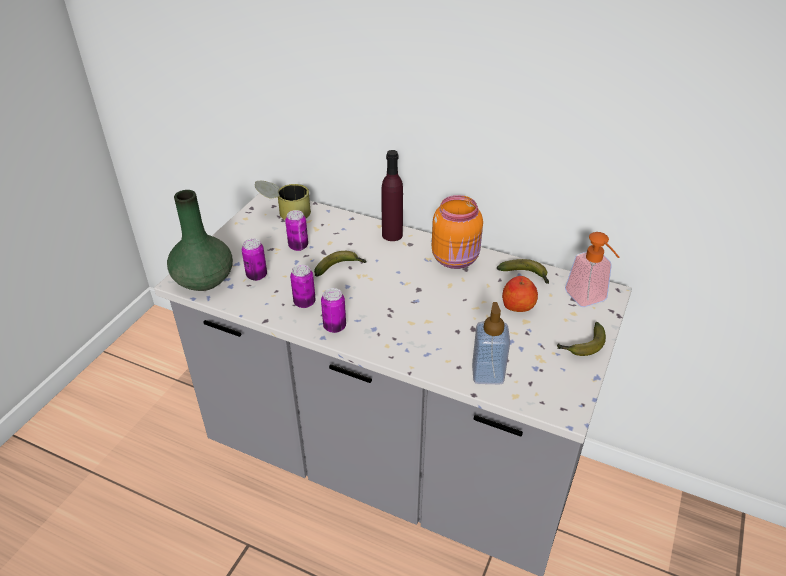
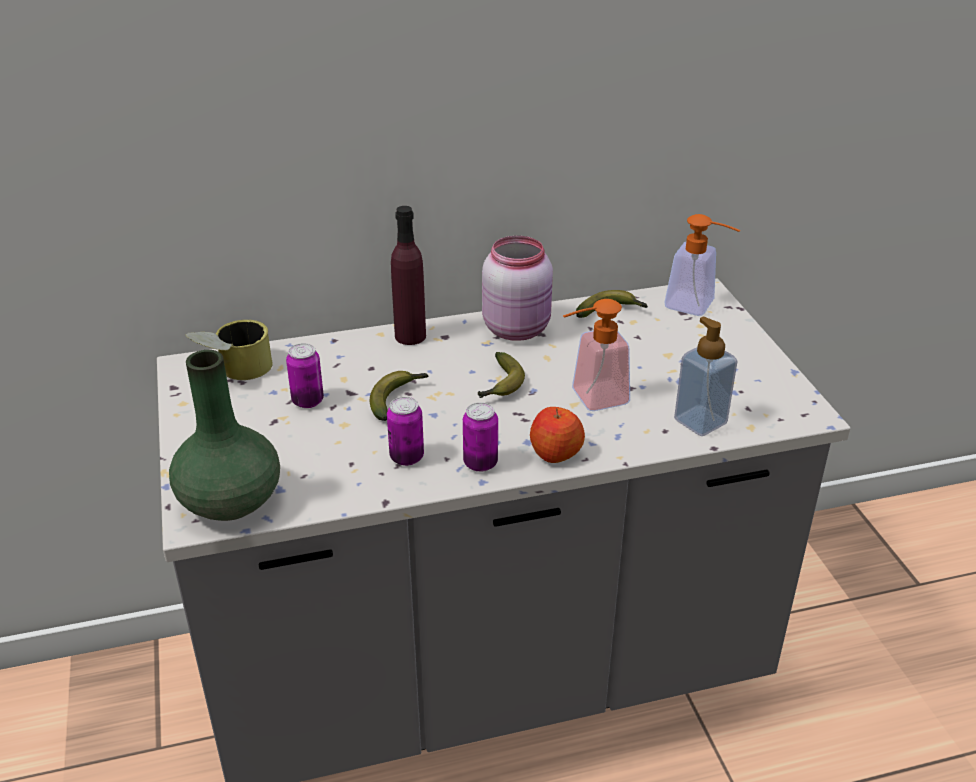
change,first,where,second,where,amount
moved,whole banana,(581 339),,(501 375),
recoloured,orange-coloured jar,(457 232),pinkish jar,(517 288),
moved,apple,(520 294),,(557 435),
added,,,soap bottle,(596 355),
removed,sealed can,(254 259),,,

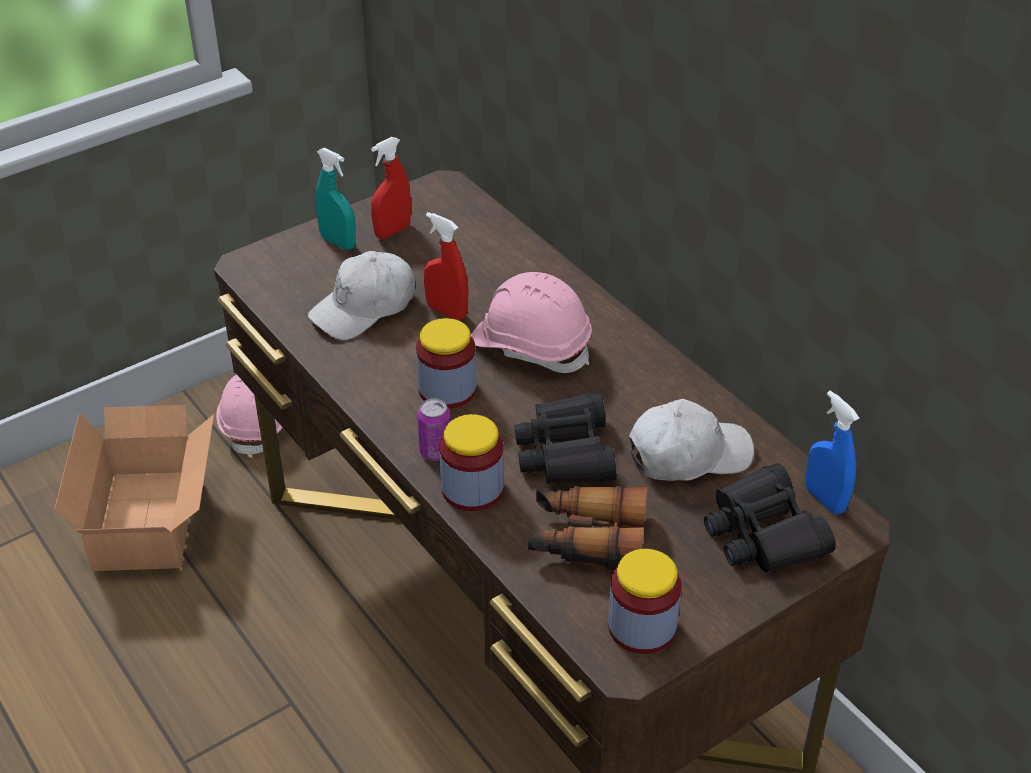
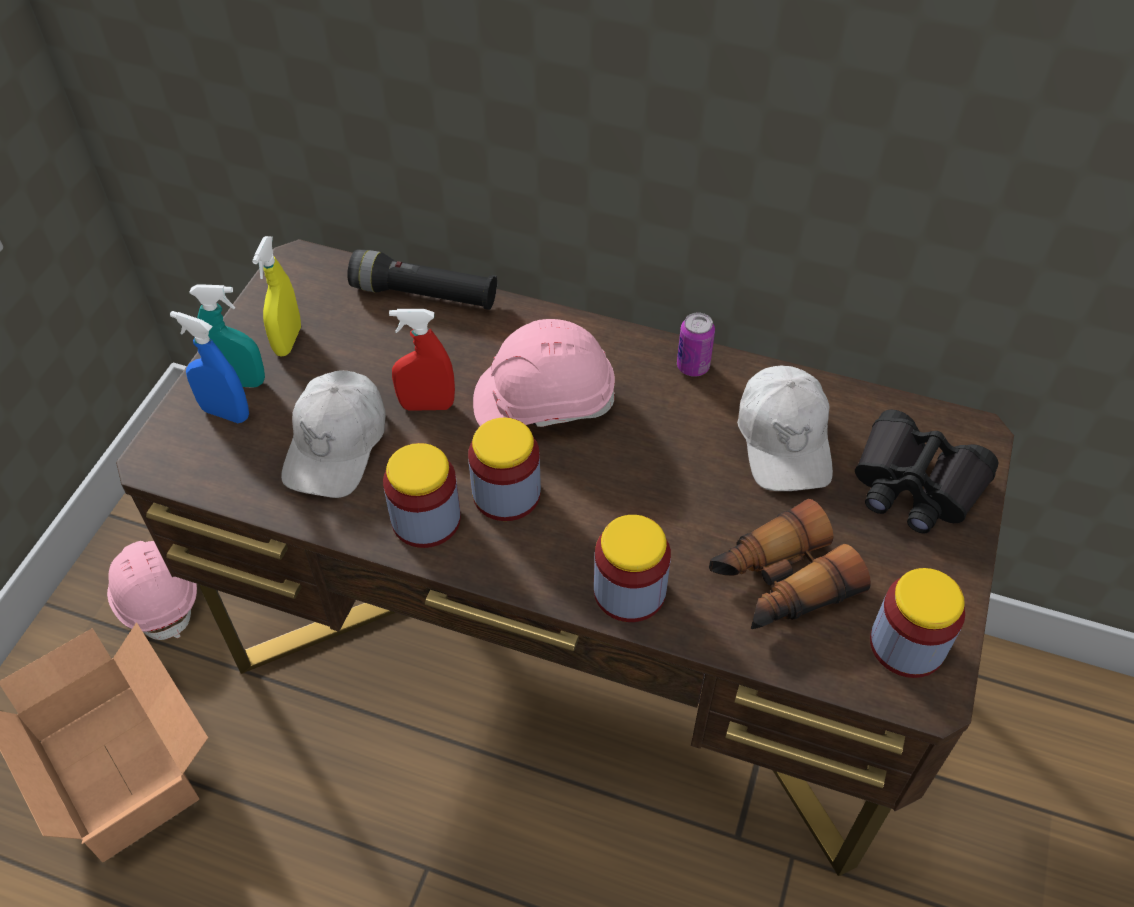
change,first,where,second,where,amount
moved,bluish hand sprayer,(832 452),,(209 367),
recoloured,red hand sprayer,(391 188),yellow hand sprayer,(276 296),
added,,,black torch,(422 280),
added,,,jar,(422 495),
moved,sealed can,(434 429),,(696 344),
turned,whitish peaked cap,(691 440),,(785 428),135 degrees clockwise
removed,black field glasses,(565 438),,,

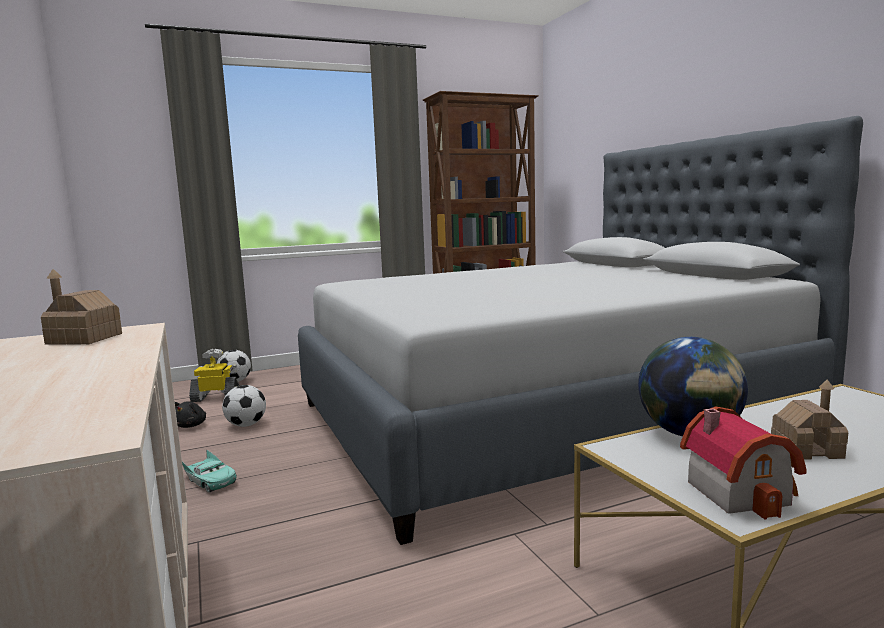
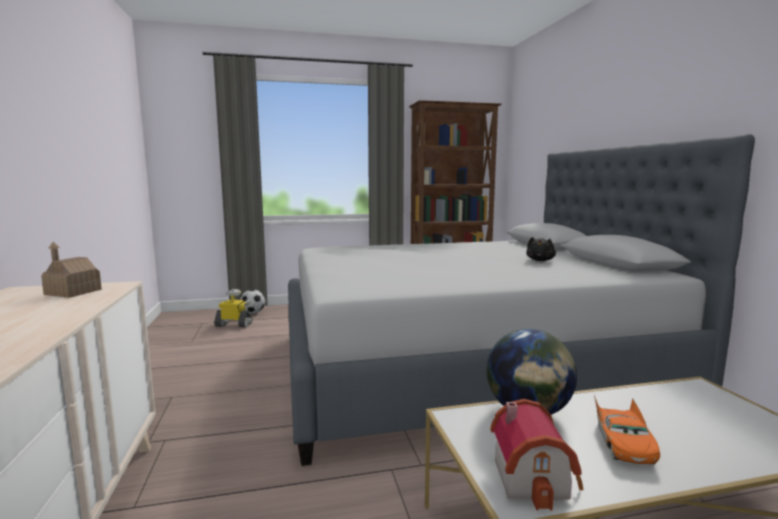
change,first,where,second,where,amount
moved,black plush toy,(190 414),,(541 249),
replaced,miniature house,(809 419),orange-coloured model car,(627 429),
removed,turquoise model car,(209 471),,,
removed,football,(244 406),,,

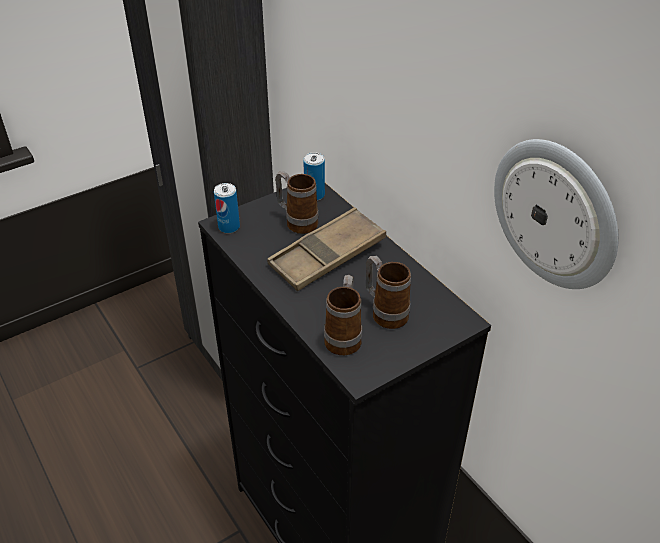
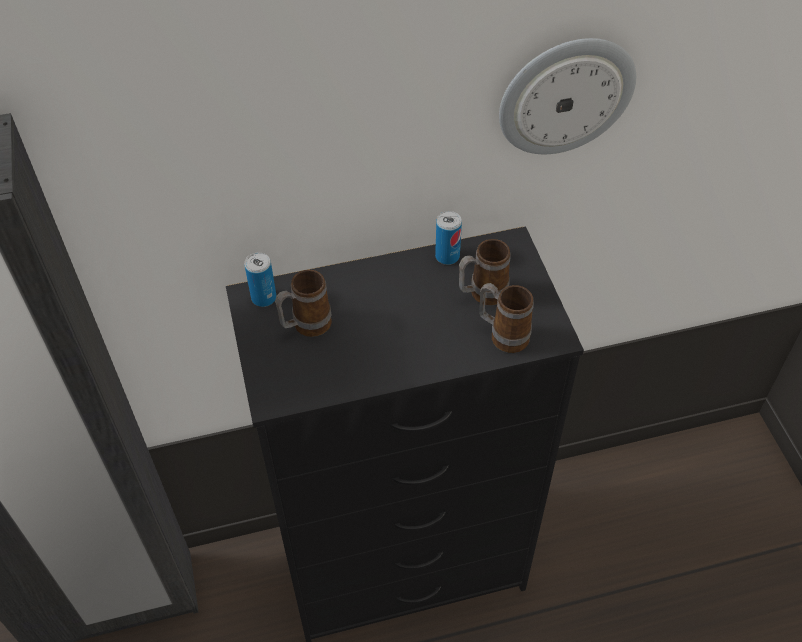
change,first,where,second,where,amount
moved,sealed can,(227 208),,(448 238),
removed,brown-coloured carrying tray,(326 249),,,

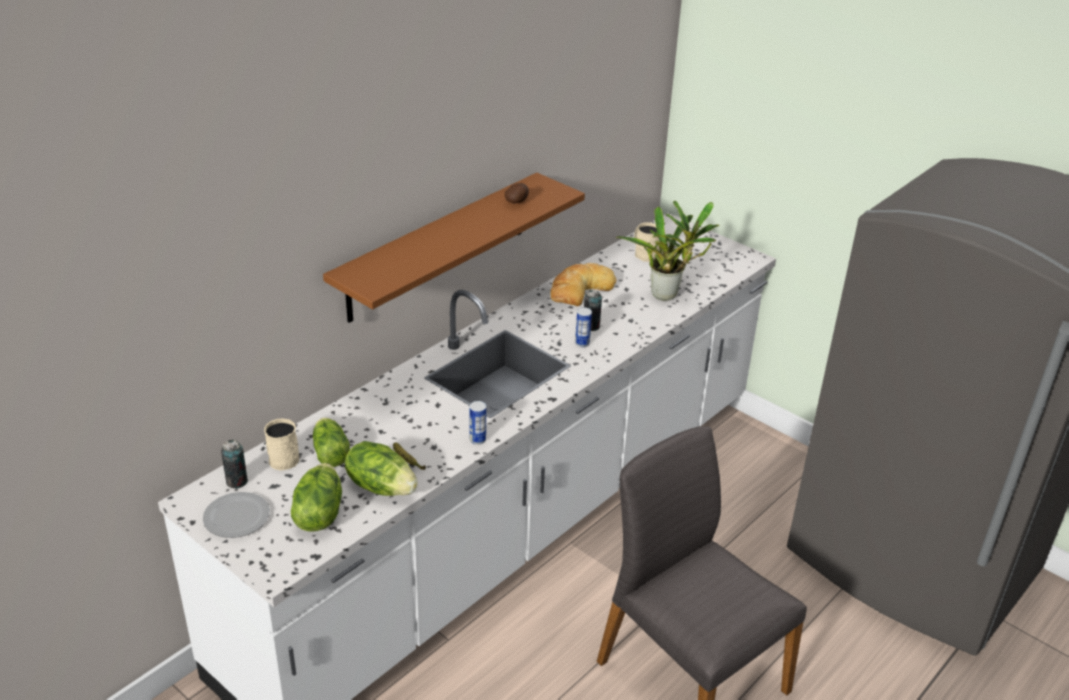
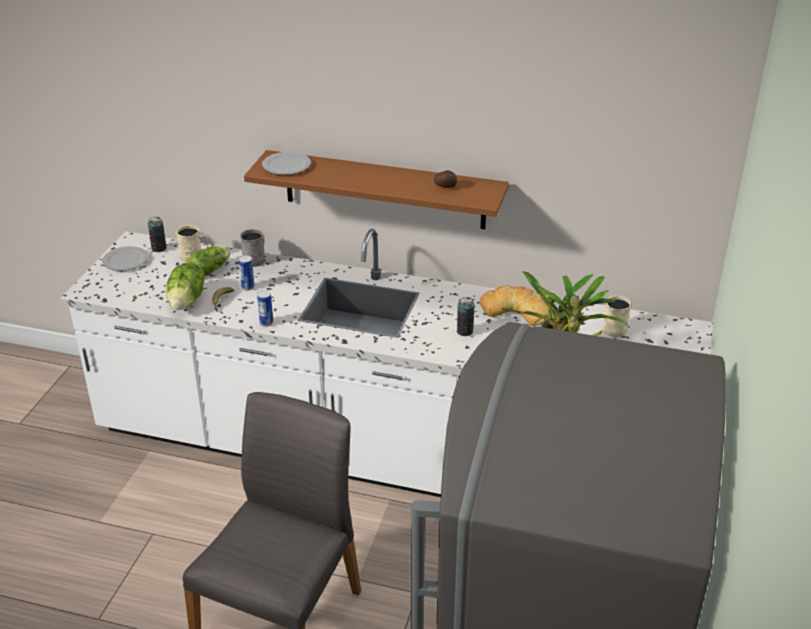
change,first,where,second,where,amount
moved,sealed can,(583 327),,(247 273),
added,,,grey mug,(252 248),
added,,,dinner plate,(286 163),
removed,lettuce head,(316 497),,,

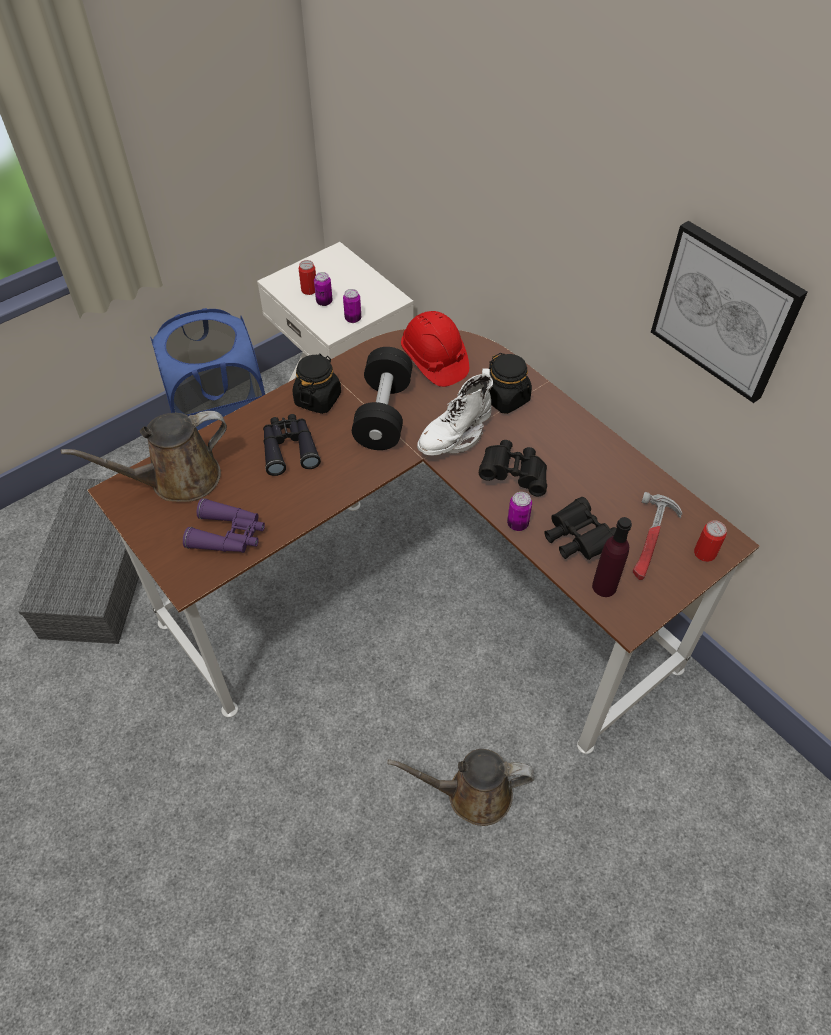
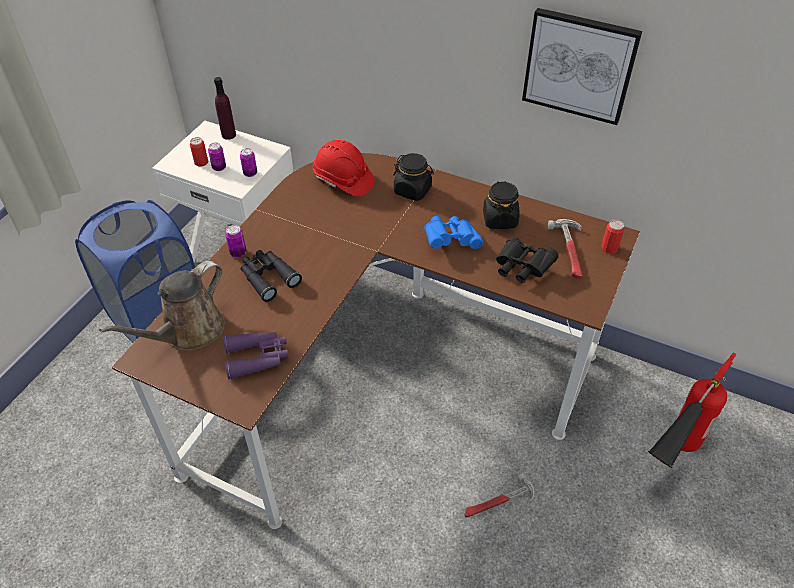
change,first,where,second,where,amount
moved,purple bottle,(612 557),,(225 108),
moved,sealed can,(519 511),,(235 241),
recoloured,black field glasses,(513 468),bluish field glasses,(453 232),
replaced,brown-coloured watering pot,(461 787),tool hammer,(500 495),
moved,black jar,(317 383),,(501 205),
added,,,fire extinguisher,(692 410),
removed,grey storage bin,(78 561),,,
removed,black dumbbell,(382 398),,,
removed,whitish boot,(455 412),,,

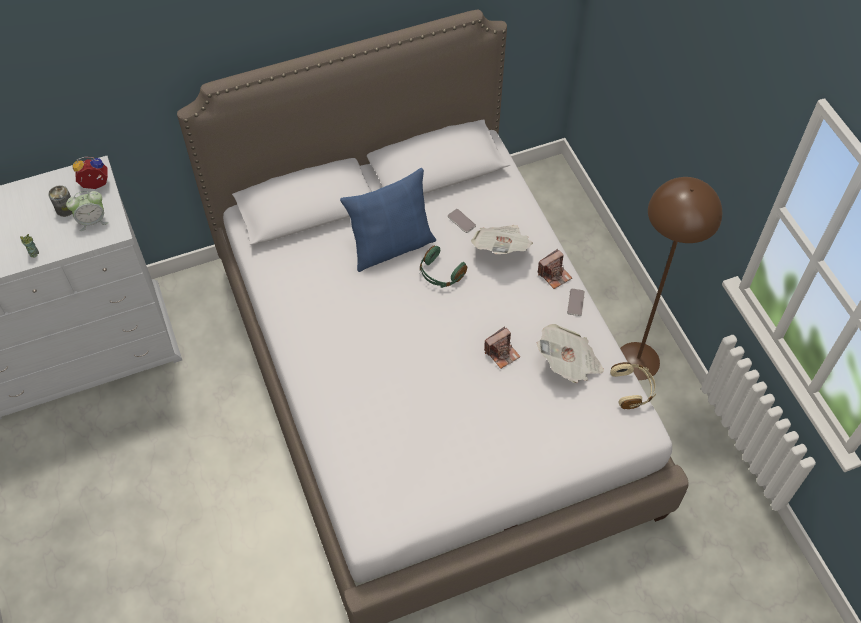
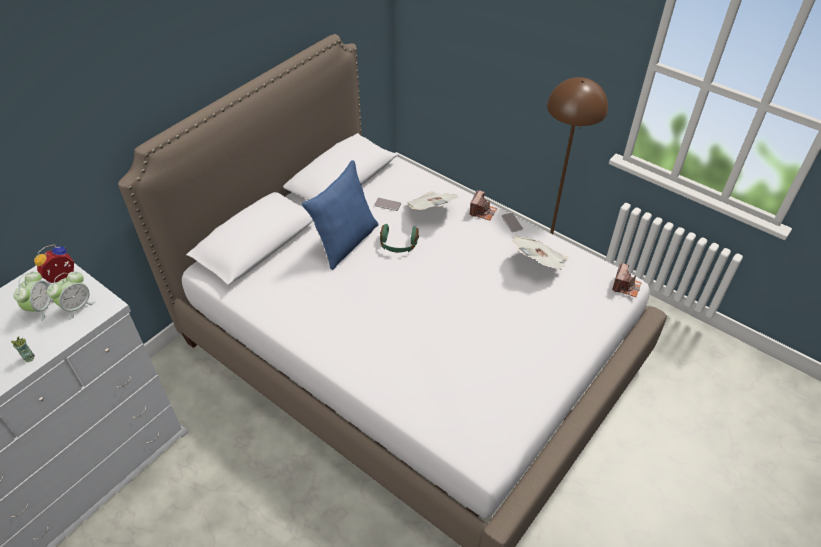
change,first,where,second,where,amount
replaced,sealed can,(60 201),bedside clock,(33 296),
moved,still camera,(502 347),,(627 280),
removed,beige headset,(633 385),,,

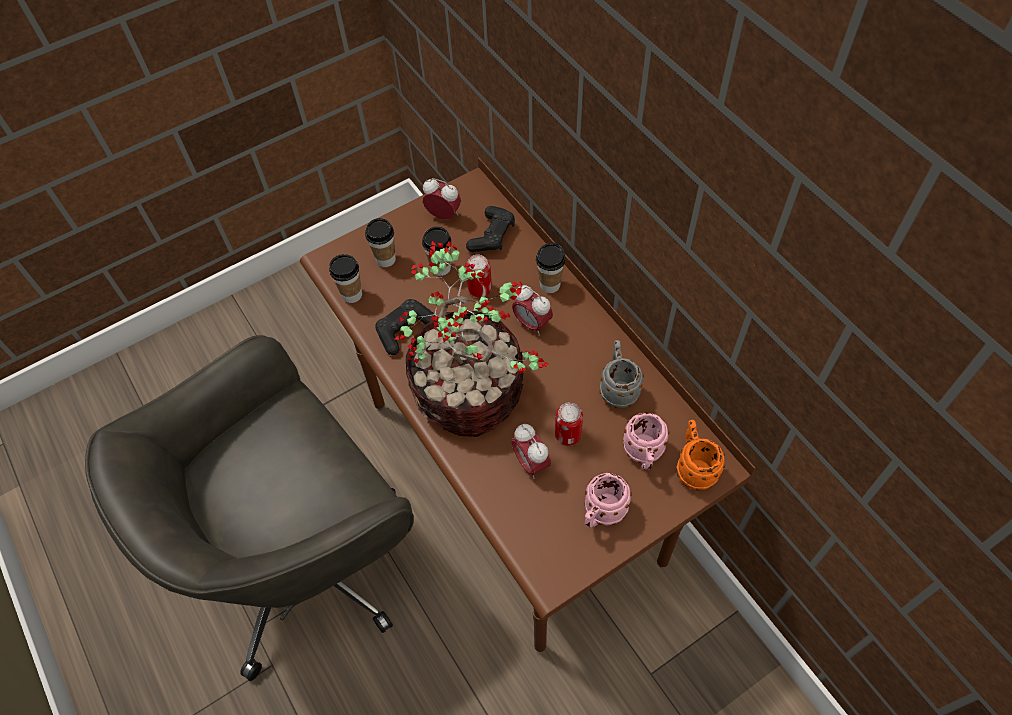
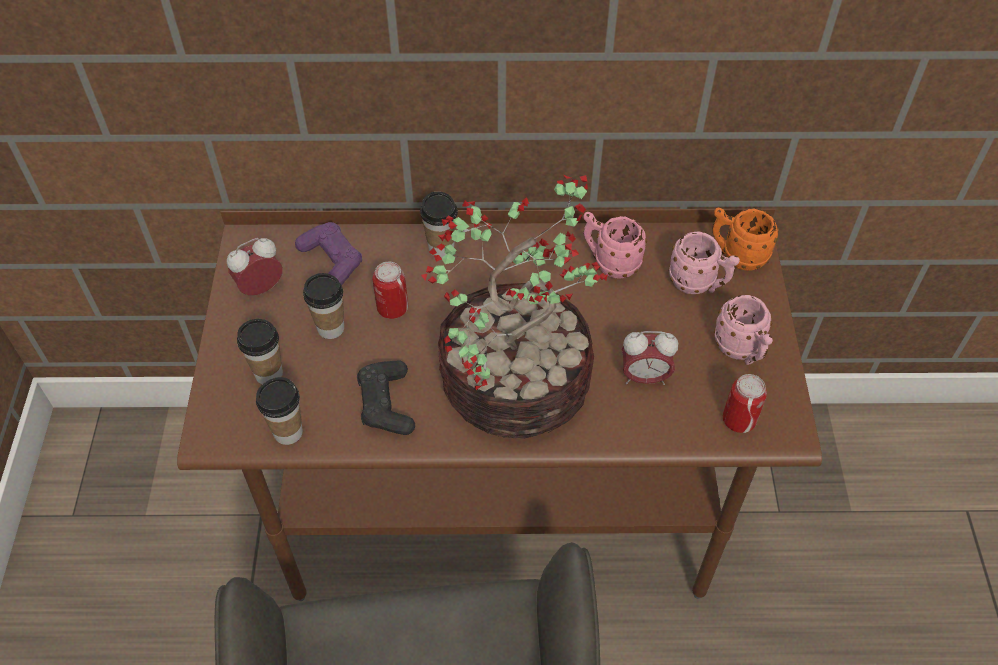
change,first,where,second,where,amount
recoloured,black joypad,(490 229),purple joypad,(328 253),
recoloured,grey mug,(621 374),pinkish mug,(615 245),
moved,sealed can,(569 424),,(745 403),
removed,bedside clock,(532 310),,,

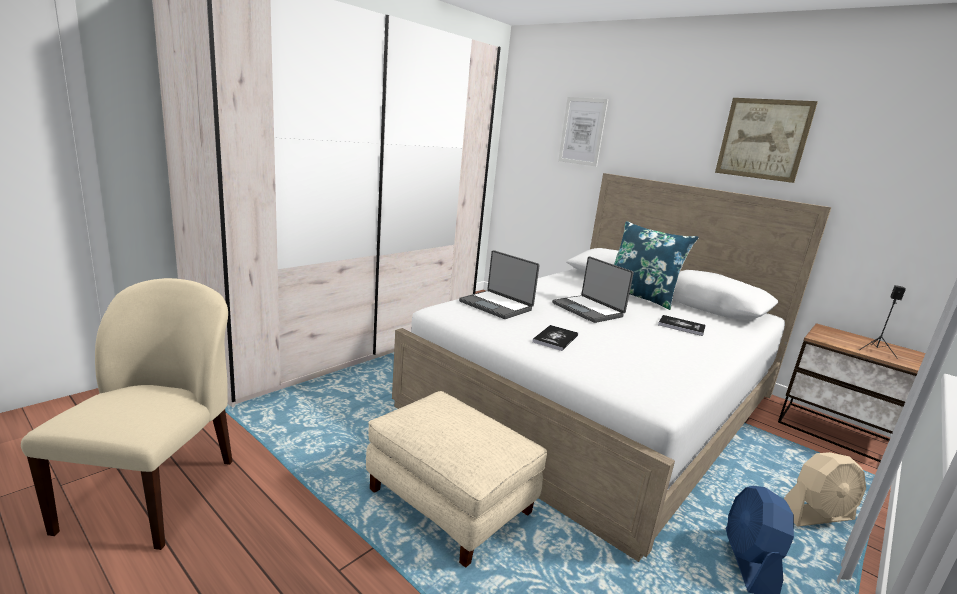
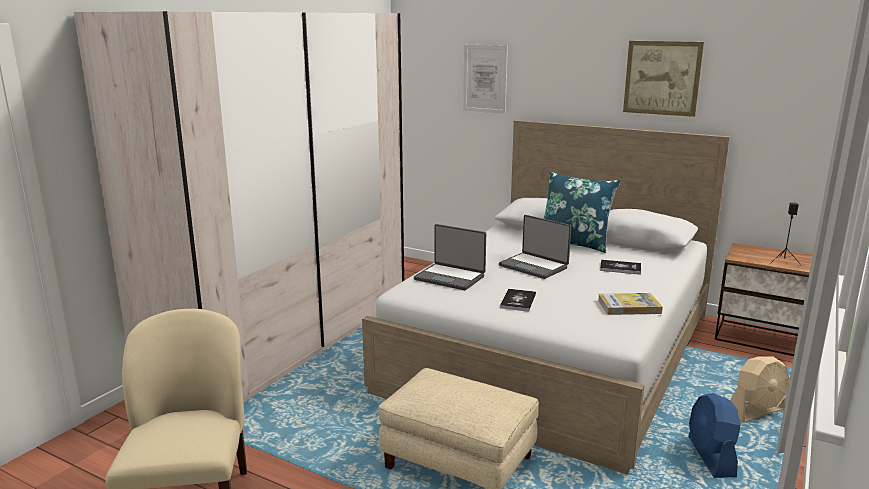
change,first,where,second,where,amount
added,,,book,(630 304),

